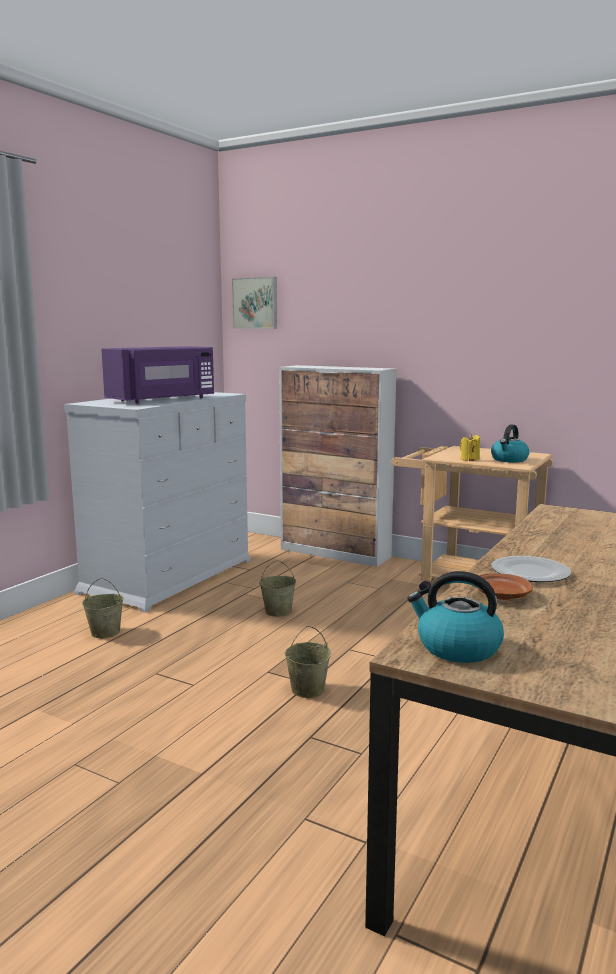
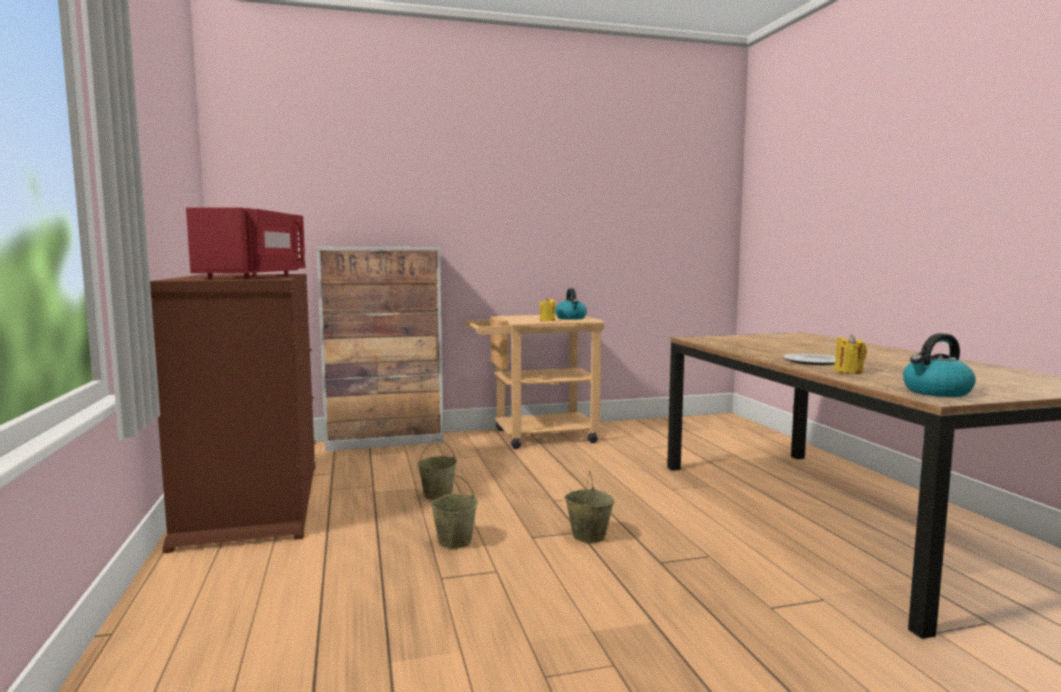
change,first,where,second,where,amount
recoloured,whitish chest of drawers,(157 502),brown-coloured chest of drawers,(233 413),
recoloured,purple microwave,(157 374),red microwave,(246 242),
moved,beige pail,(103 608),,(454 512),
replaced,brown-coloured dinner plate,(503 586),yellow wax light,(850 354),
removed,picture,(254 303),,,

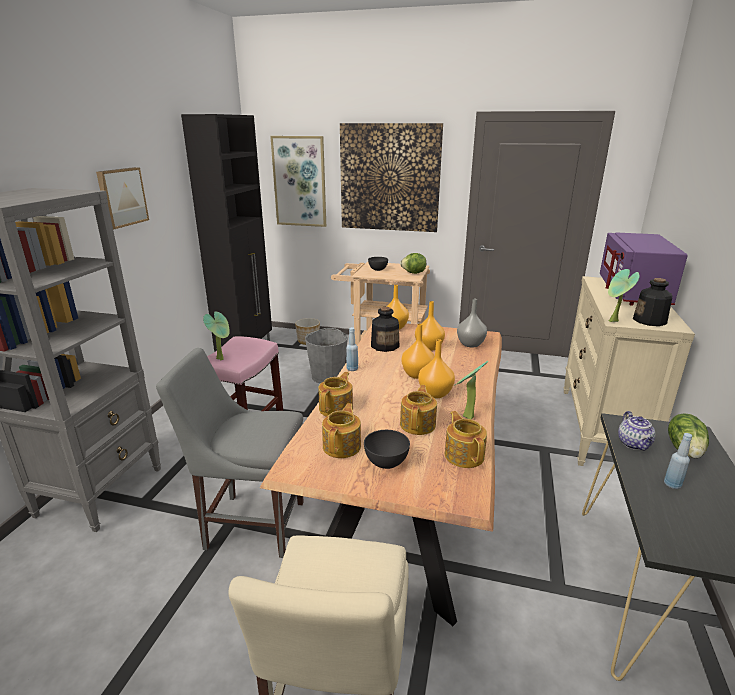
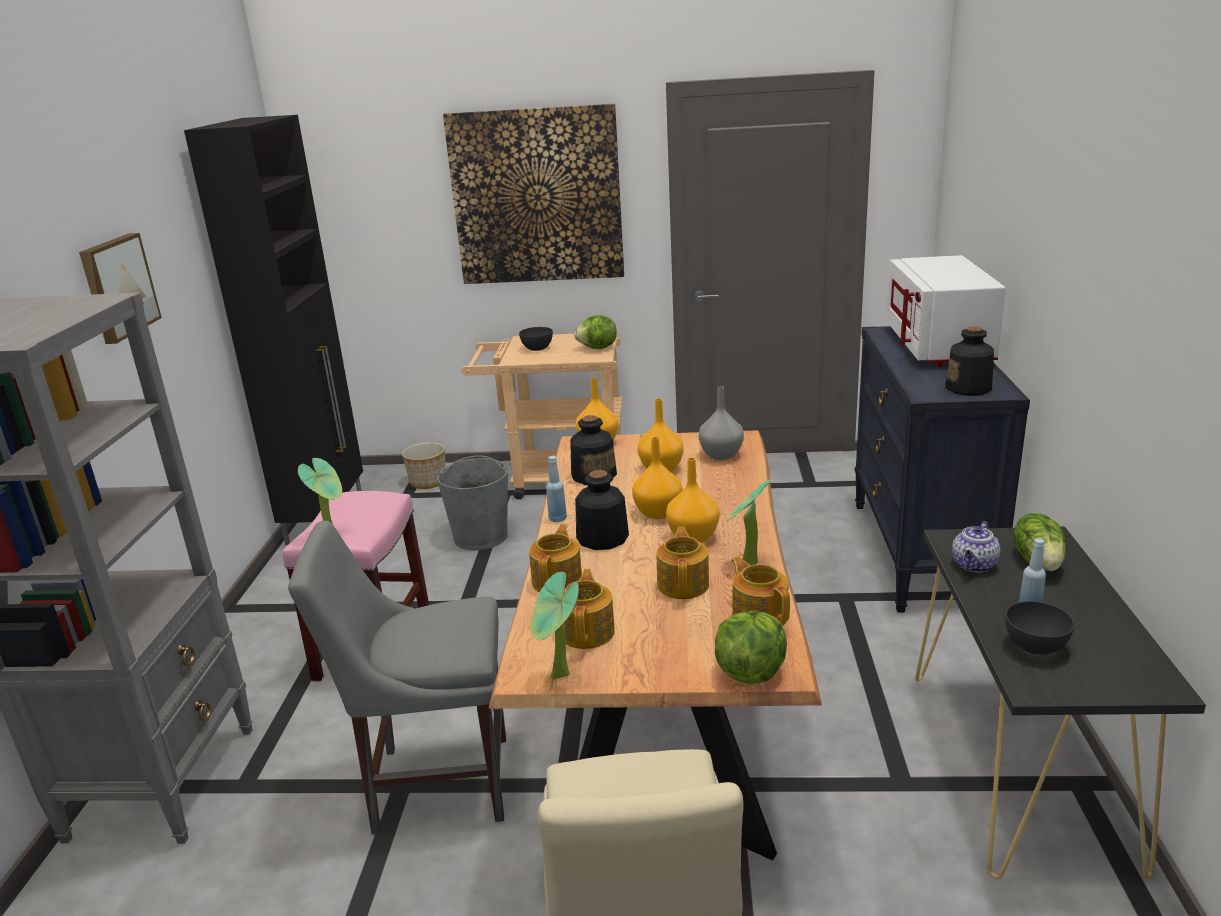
change,first,where,second,where,amount
moved,plant in a pot,(624 295),,(555 626),
added,,,bottle,(602 510),
added,,,lettuce head,(751 647),
recoloured,beige chest of drawers,(629 371),black chest of drawers,(942 469),
recoloured,purple microwave,(644 269),whitish microwave,(946 311),
turned,teapot,(637 430),,(976 546),45 degrees clockwise
moved,grey serving bowl,(387 449),,(1040 628),
removed,picture,(298 181),,,

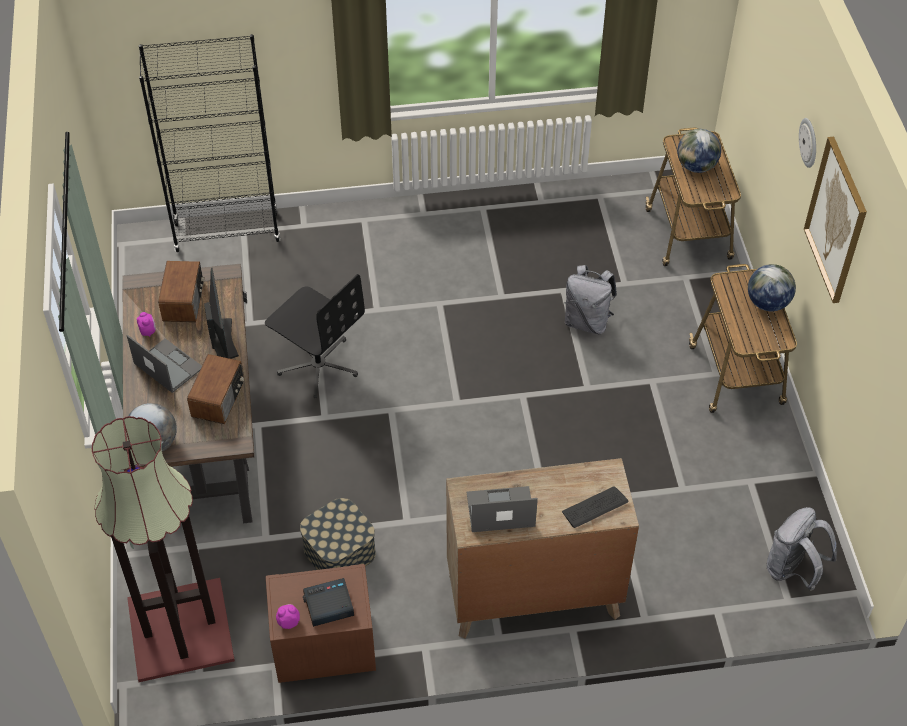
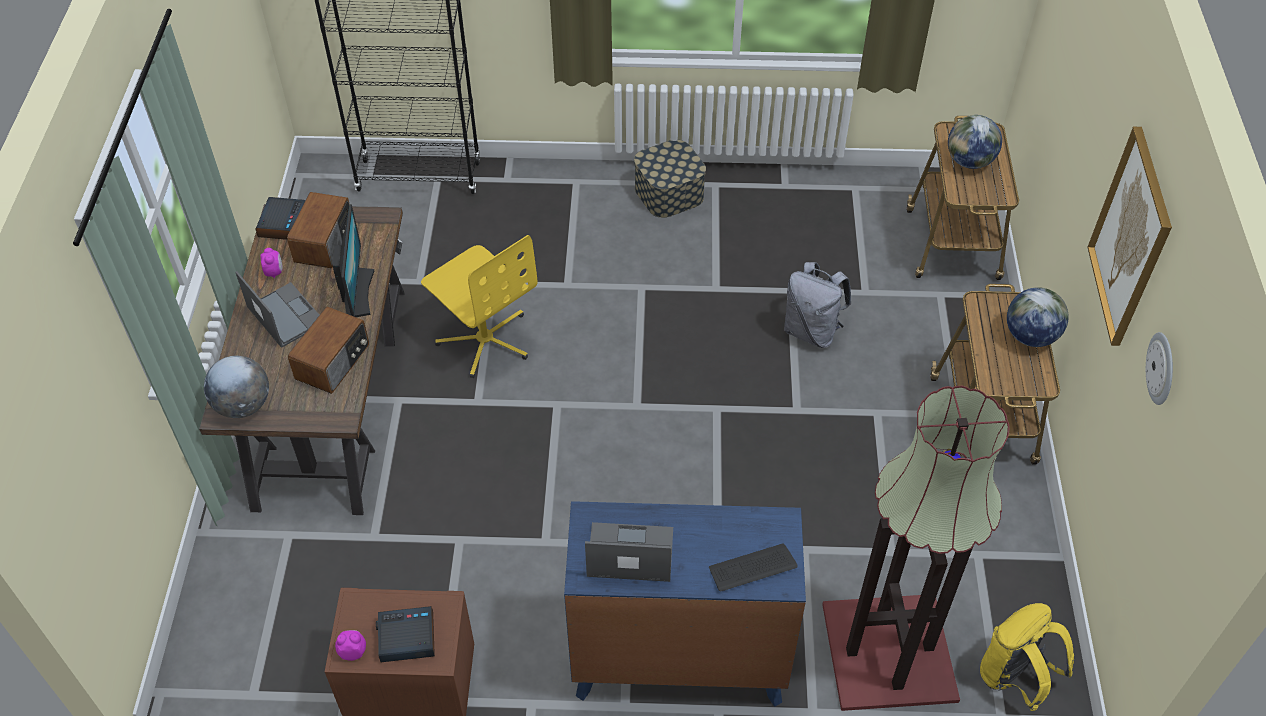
change,first,where,second,where,amount
added,,,bedside clock,(280 218),
recoloured,black computer chair,(315 336),yellow computer chair,(479 306),
recoloured,brown-coloured chest of drawers,(542 548),bluish chest of drawers,(685 604),
moved,storage bin,(338 534),,(670 179),
moved,standard lamp,(163 549),,(916 548),
recoloured,grey rucksack,(802 549),yellow rucksack,(1027 657),
moved,wall clock,(807 143),,(1159 368),

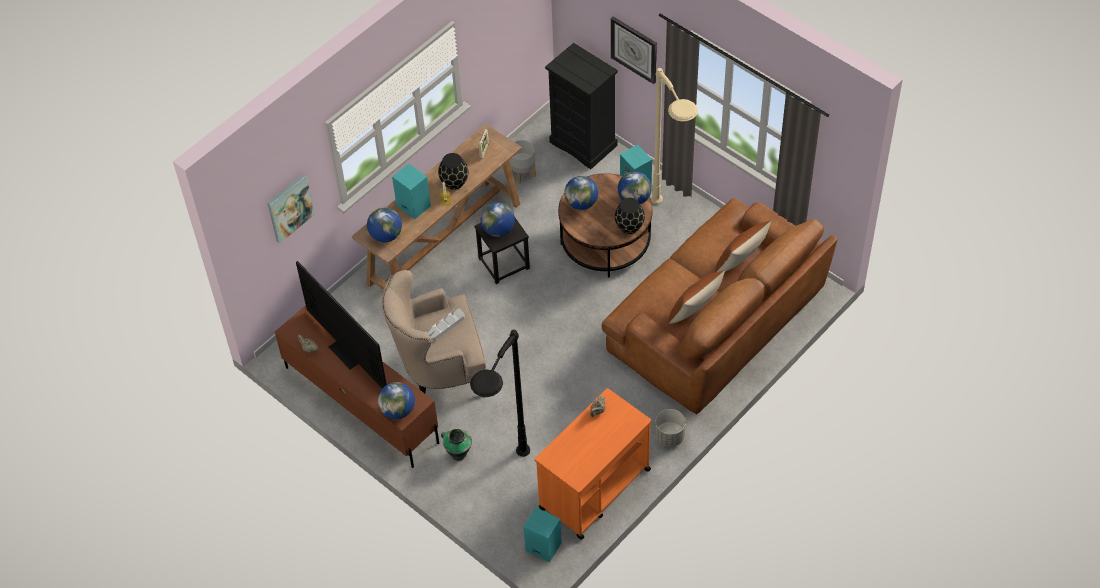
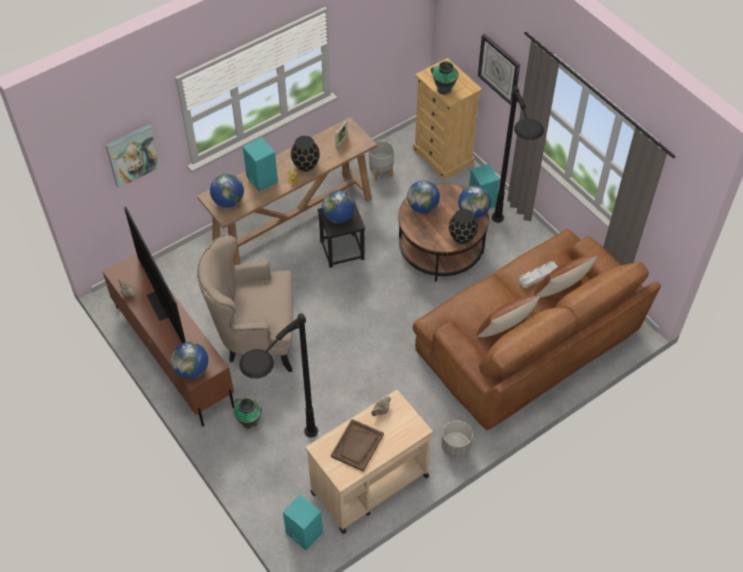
change,first,where,second,where,amount
recoloured,orange-coloured cart,(593 463),beige cart,(369 462),
added,,,brown-coloured carrying tray,(357 445),
recoloured,black chest of drawers,(581 106),beige chest of drawers,(447 119),
added,,,flower vase,(445 78),
recoloured,beige standard lamp,(674 136),black standard lamp,(518 154),
moved,grey carrying tray,(445 324),,(538 274),

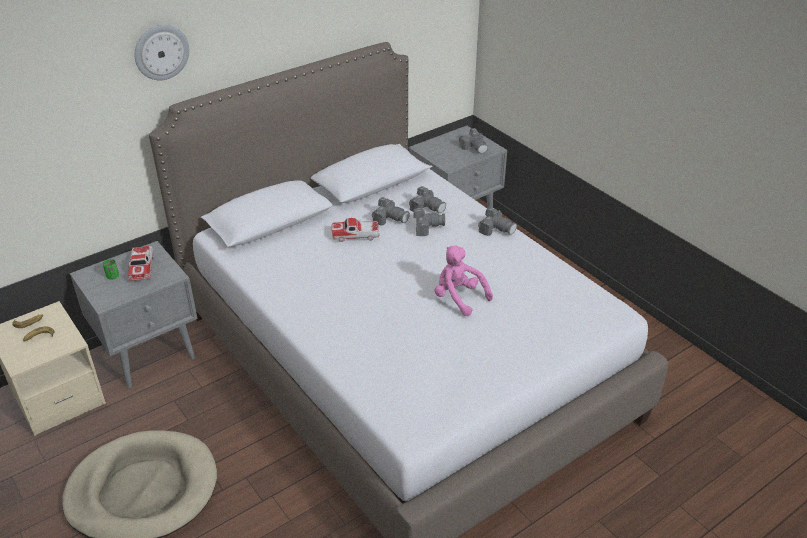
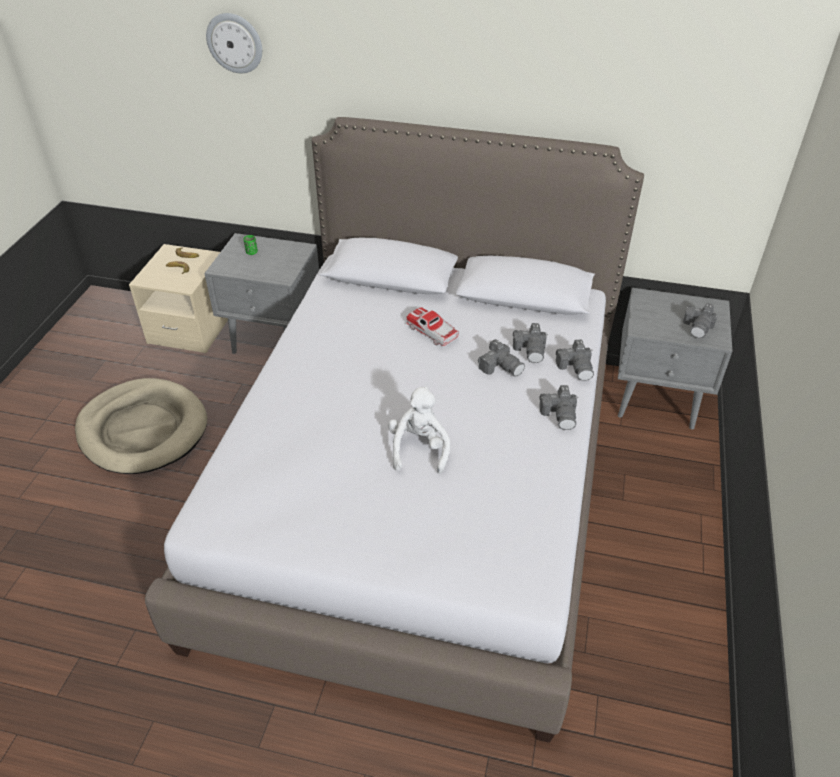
change,first,where,second,where,amount
moved,wall clock,(161 52),,(234 43),
recoloured,pinkish plush toy,(463 281),whitish plush toy,(419 430),
moved,still camera,(391 211),,(575 360),
removed,model car,(141 263),,,

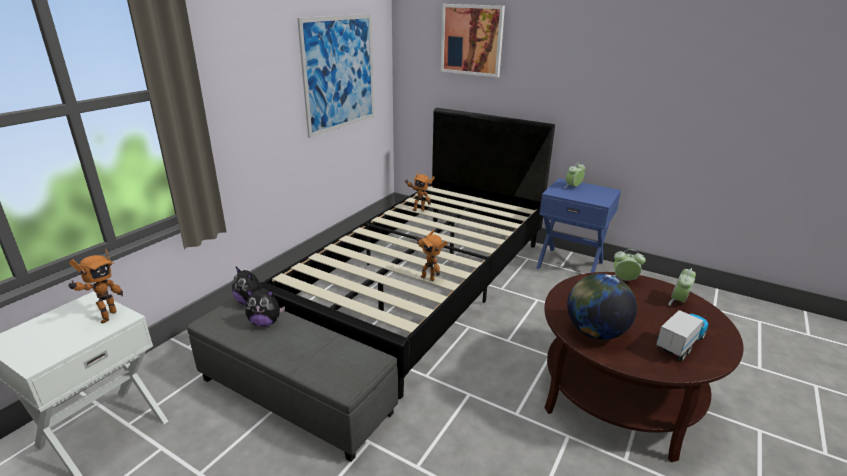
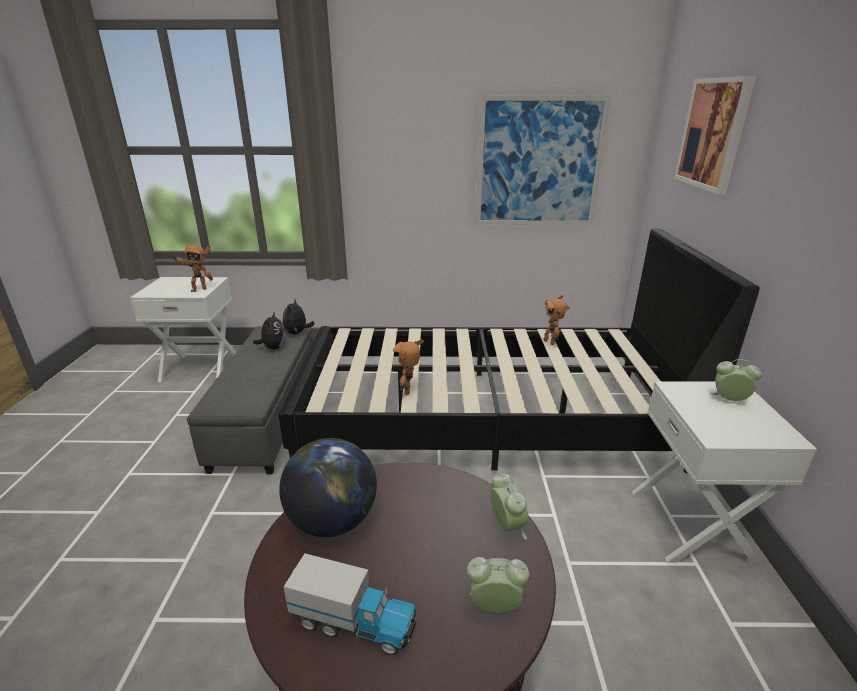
change,first,where,second,where,amount
turned,plush toy,(265 308),,(269 330),150 degrees counterclockwise
recoloured,bluish night table,(578 225),whitish night table,(724 472),

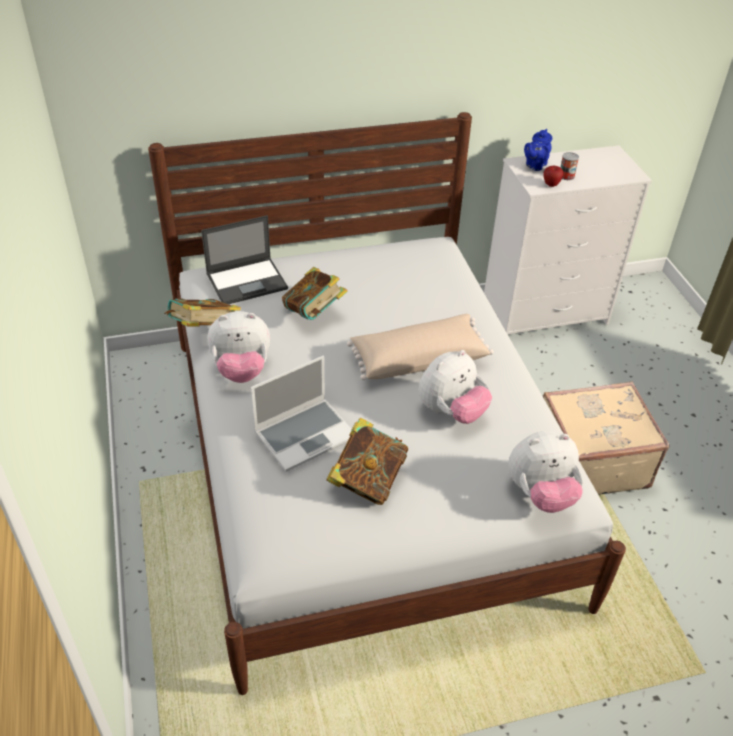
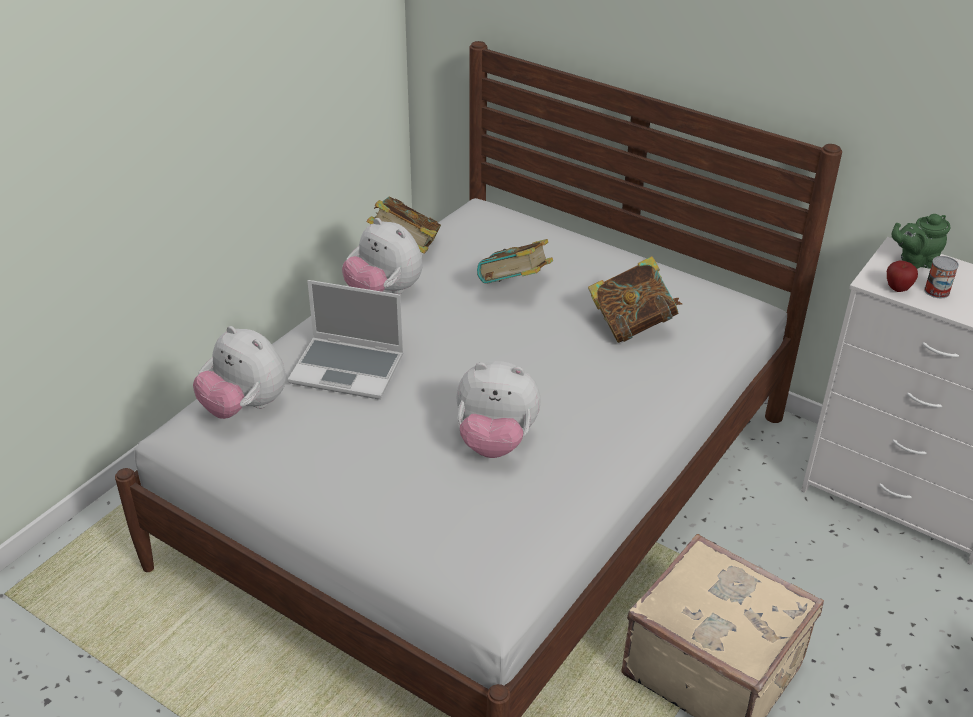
change,first,where,second,where,amount
moved,plush toy,(545 472),,(239 372),
moved,book,(367 461),,(635 299),
recoloured,bluish teapot,(538 150),green teapot,(920 241),
removed,portable computer,(244 259),,,
removed,beige cushion,(420 347),,,

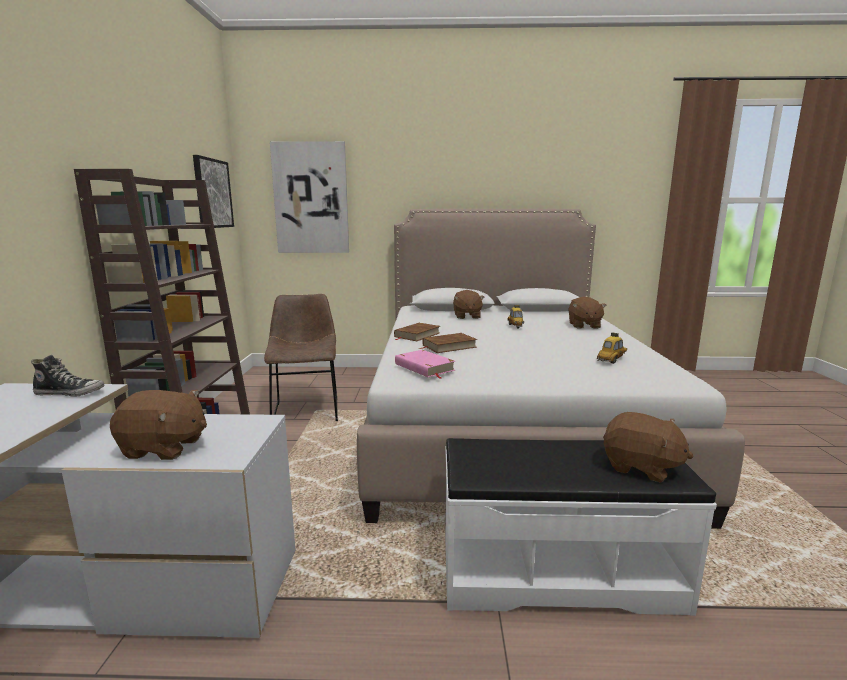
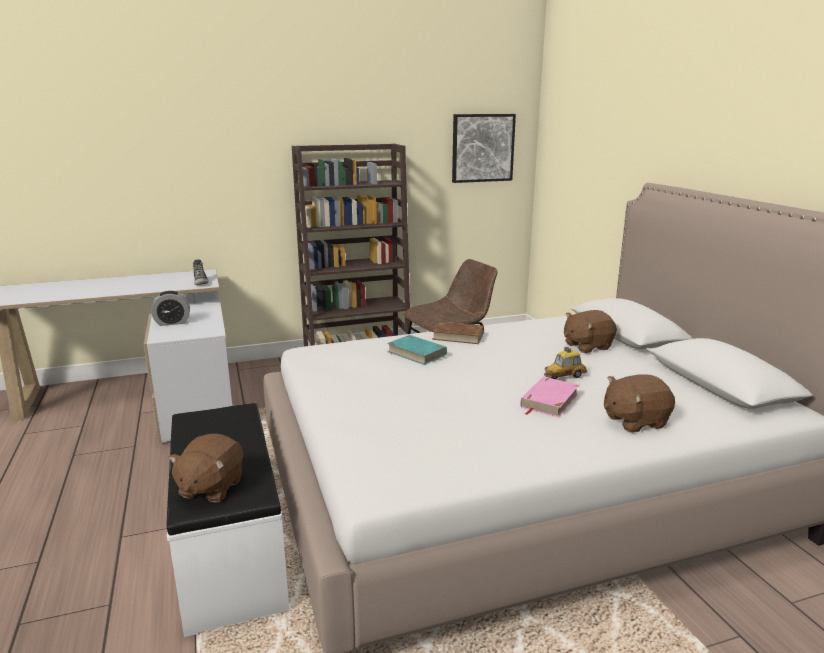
change,first,where,second,where,amount
replaced,brown-coloured plush toy,(158 425),bedside clock,(170 308),
recoloured,brown-coloured book,(448 343),turquoise book,(417 350),
moved,pinkish book,(425 364),,(549 397),
removed,picture,(309 197),,,
removed,model car,(612 348),,,

